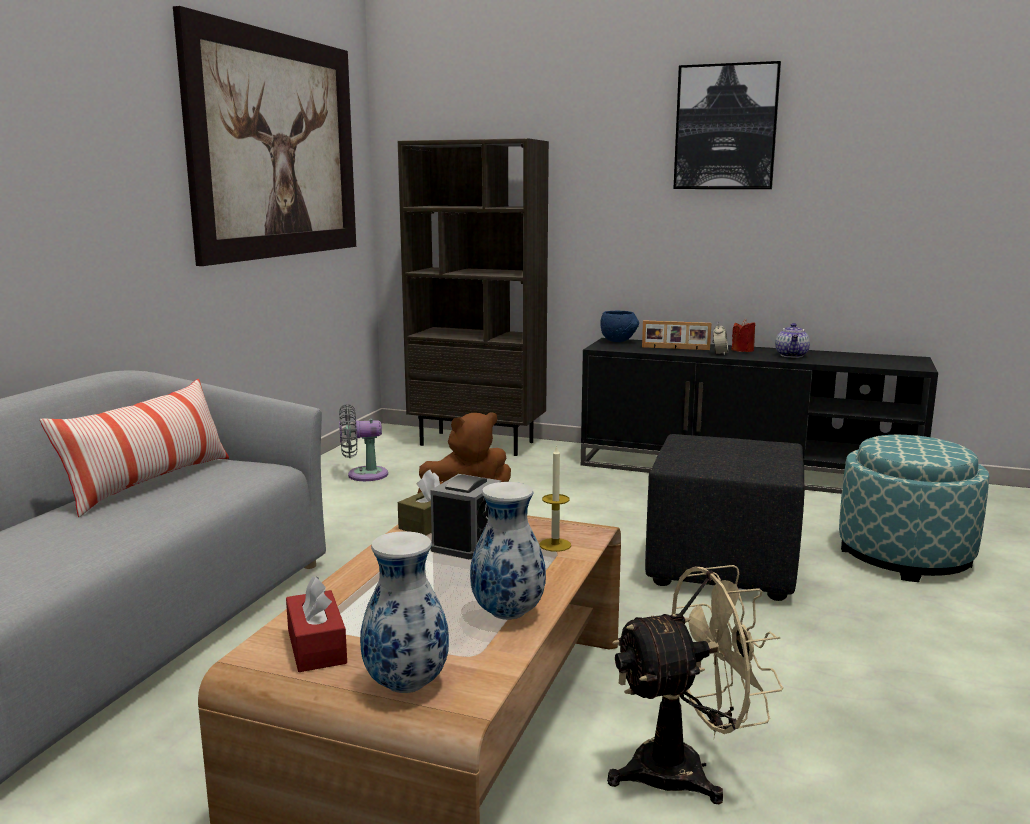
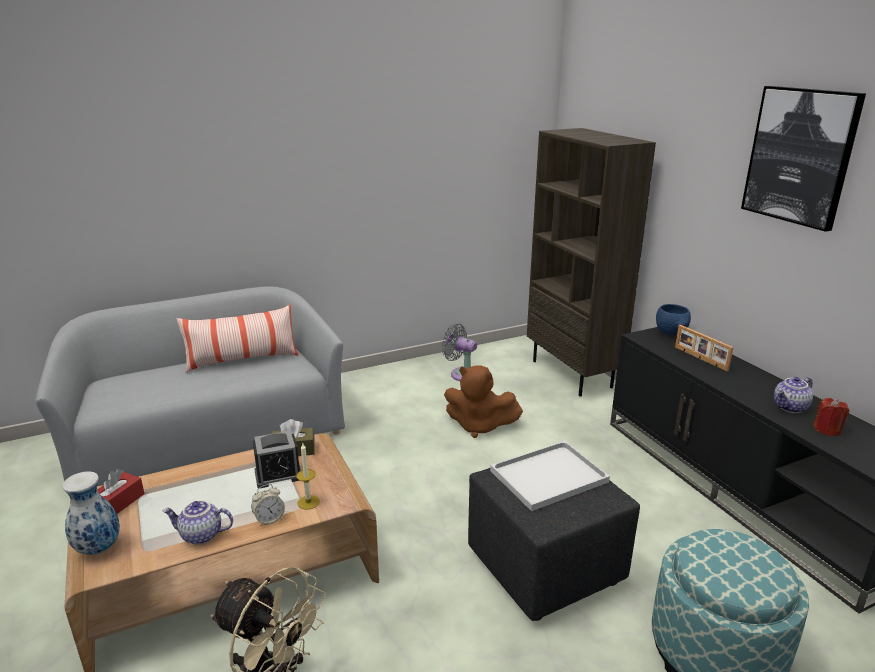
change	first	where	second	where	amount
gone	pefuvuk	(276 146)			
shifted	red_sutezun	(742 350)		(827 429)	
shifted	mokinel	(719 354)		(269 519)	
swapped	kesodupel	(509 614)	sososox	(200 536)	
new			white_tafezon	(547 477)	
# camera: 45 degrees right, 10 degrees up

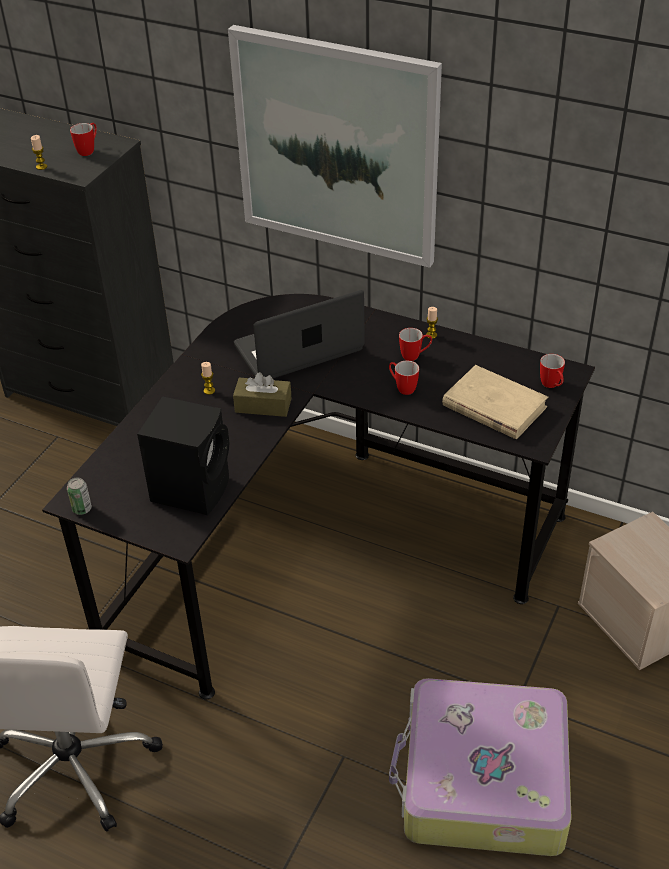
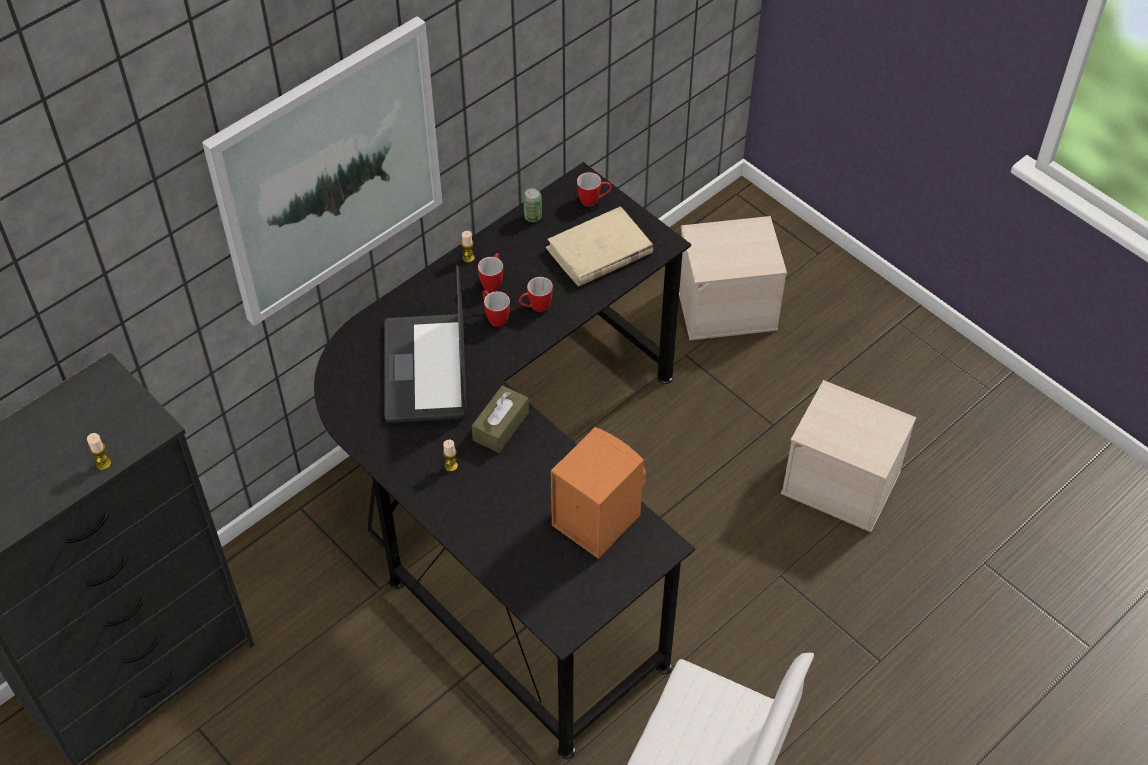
change	first	where	second	where	amount
shifted	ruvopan	(89 150)		(494 317)	
repainted	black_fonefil	(192 488)	orange_fonefil	(594 518)	
shifted	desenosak	(82 509)		(533 217)	
swapped	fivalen	(482 781)	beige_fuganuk	(842 482)	
# camera: 70 degrees left, 10 degrees up

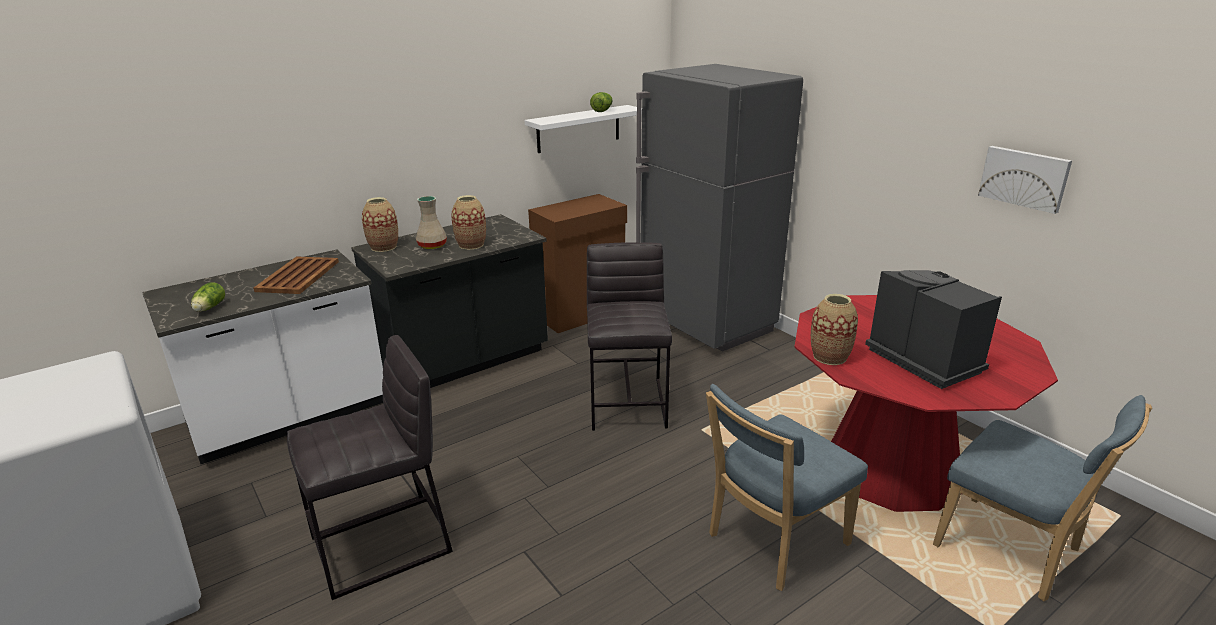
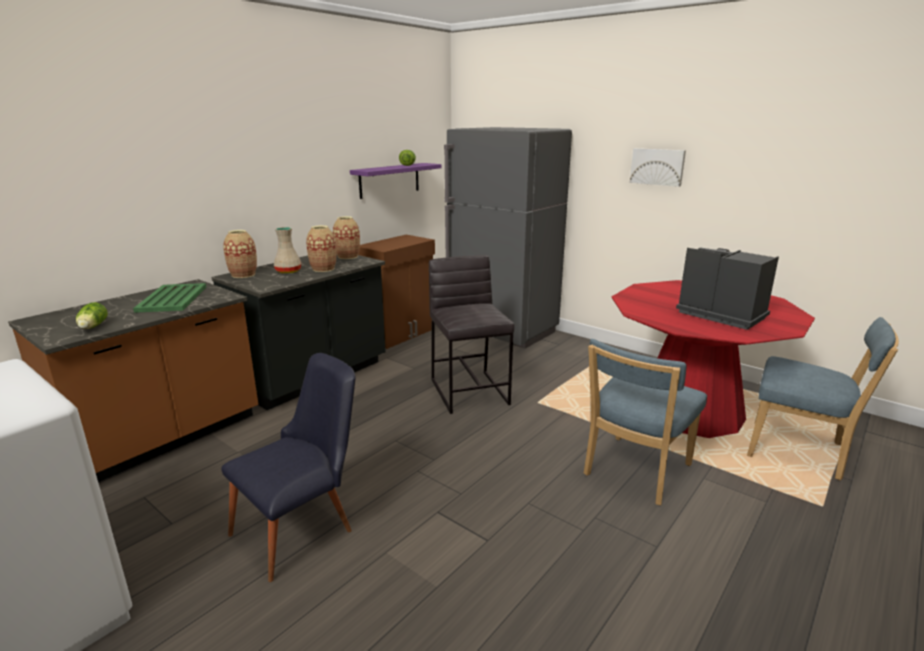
change	first	where	second	where	amount
repainted	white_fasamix	(578 129)	purple_fasamix	(389 180)	
shifted	pefuvuk	(1024 178)		(657 166)	
repainted	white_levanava	(290 418)	brown_levanava	(164 438)	
repainted	brown_tafezon	(299 276)	green_tafezon	(173 298)	
shifted	kesodupel	(830 357)		(348 256)	
swapped	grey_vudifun	(382 545)	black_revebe	(303 528)	
# camera: 15 degrees left, 5 degrees down

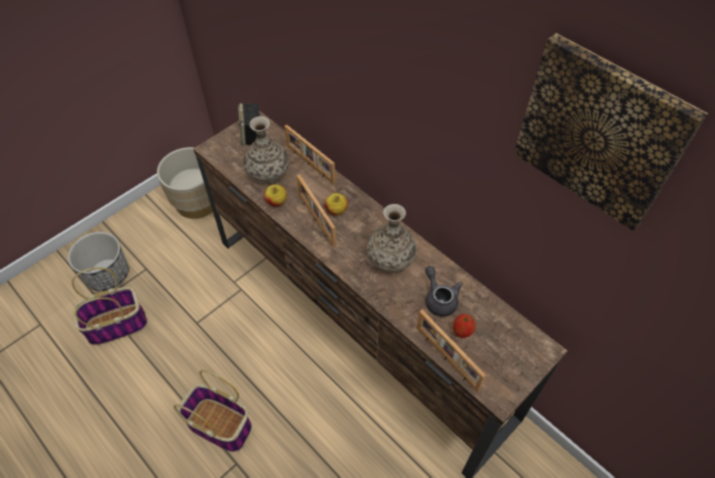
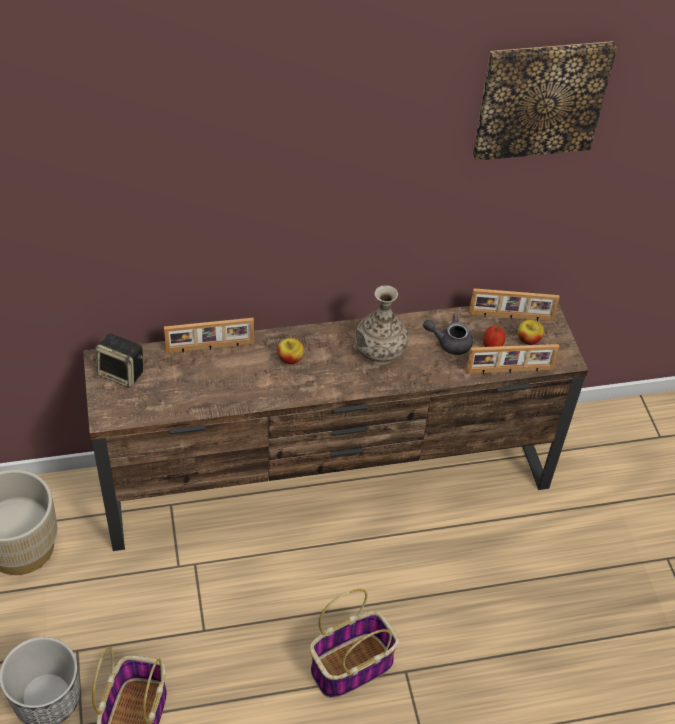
change	first	where	second	where	amount
gone	kesodupel	(268 172)			
shifted	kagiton	(315 220)		(510 317)	
shifted	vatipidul	(276 202)		(528 339)	
# camera: 60 degrees left, 5 degrees down

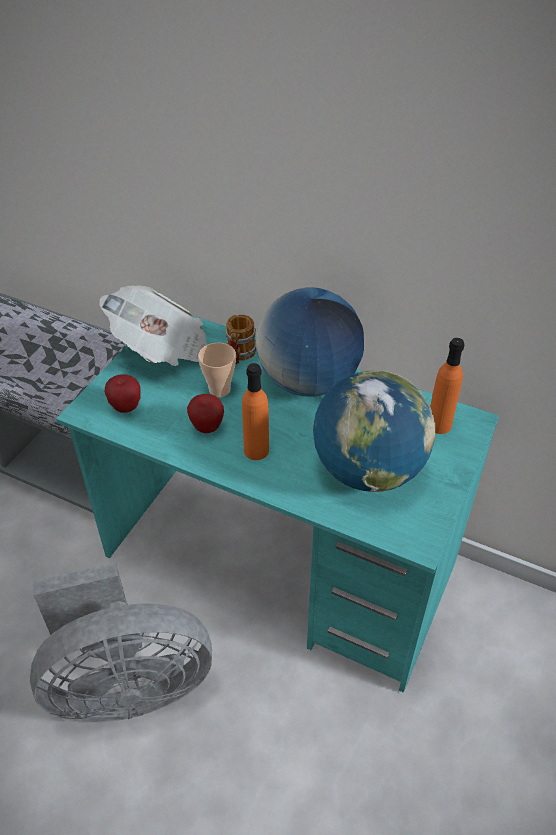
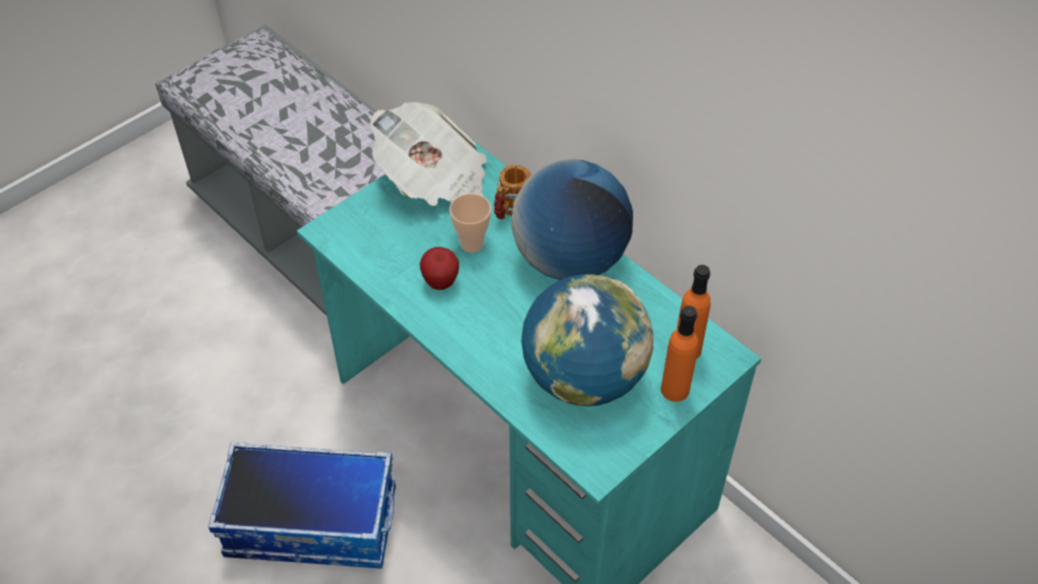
change	first	where	second	where	amount
shifted	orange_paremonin	(256 450)		(675 389)	
gone	vatipidul	(126 407)			
swapped	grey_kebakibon	(126 685)	fuganuk	(313 521)	
# camera: 20 degrees right, 5 degrees up

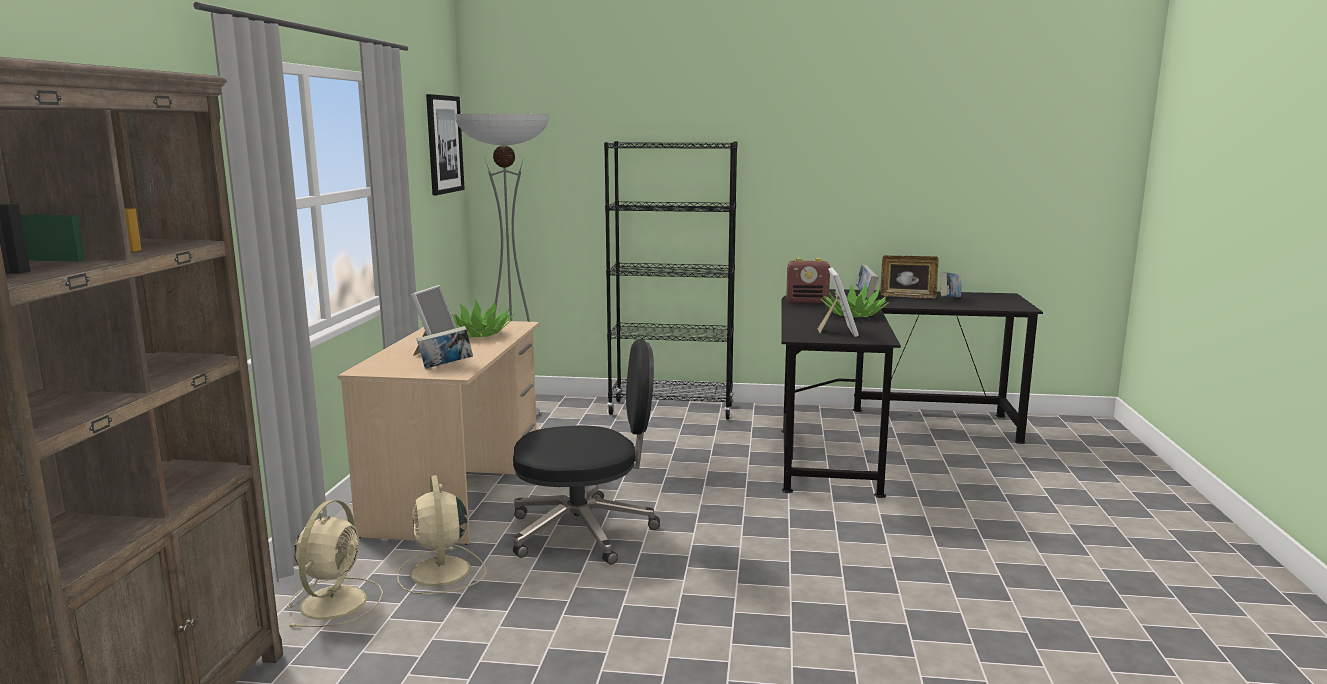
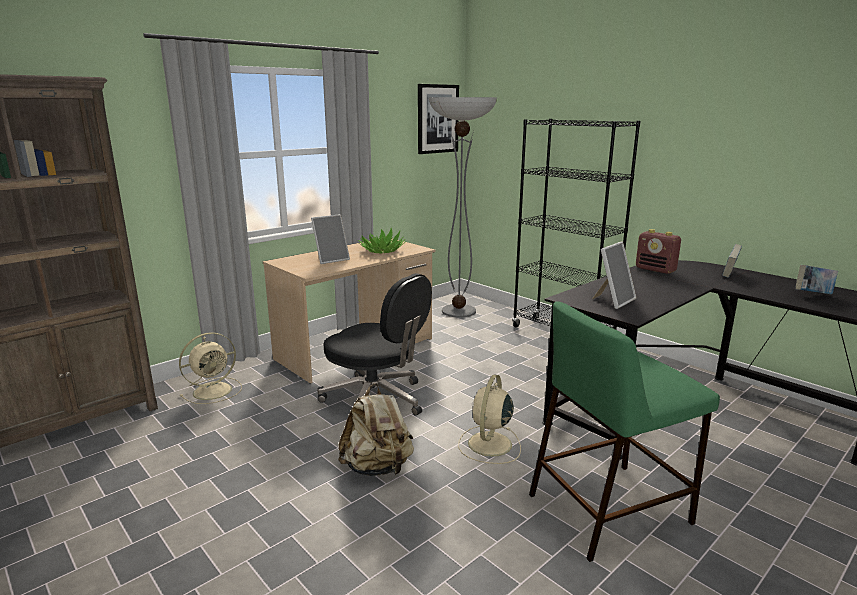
change	first	where	second	where	amount
gone	kagiton	(907 296)			
gone	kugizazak	(853 315)			
gone	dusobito	(446 366)			
shifted	beige_kebakibon	(441 573)		(489 445)	
new			green_vudifun	(610 507)	
new			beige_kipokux	(377 468)	
# camera: 40 degrees right, 5 degrees up

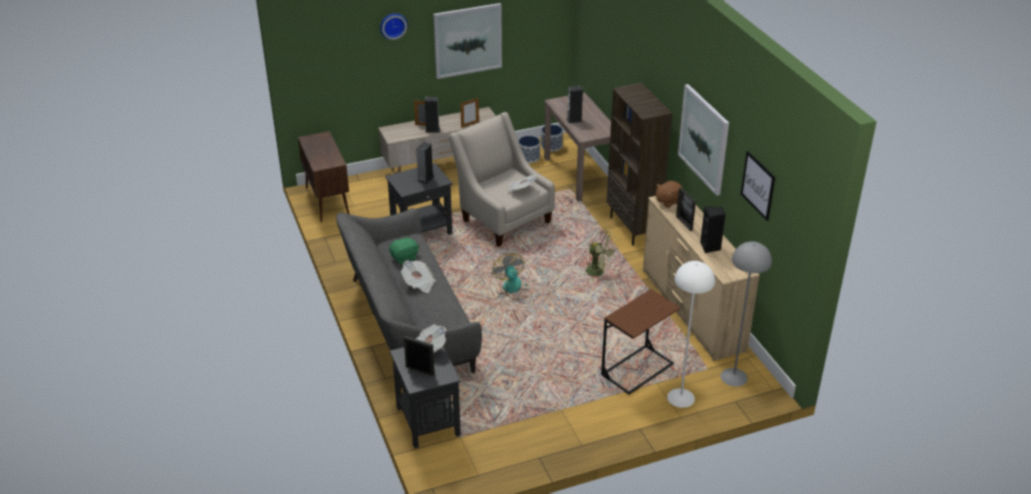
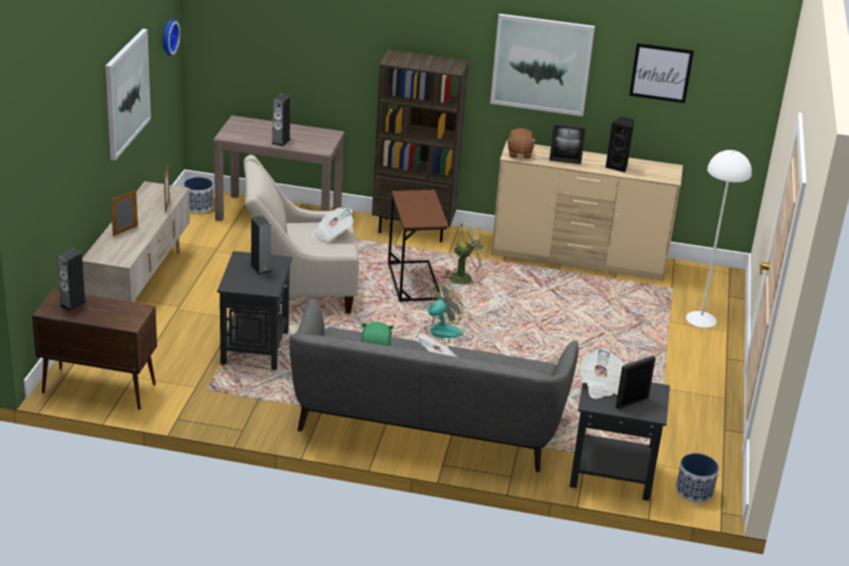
change	first	where	second	where	amount
shifted	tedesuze	(393 25)		(168 37)	
shifted	fonefil	(432 130)		(73 304)	
shifted	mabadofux	(529 158)		(694 491)	
gone	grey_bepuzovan	(734 377)			
rotated	kebakibon	(515 289)		(439 334)	135 degrees clockwise
shifted	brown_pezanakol	(637 369)		(414 281)	
# camera: 60 degrees left, 5 degrees down

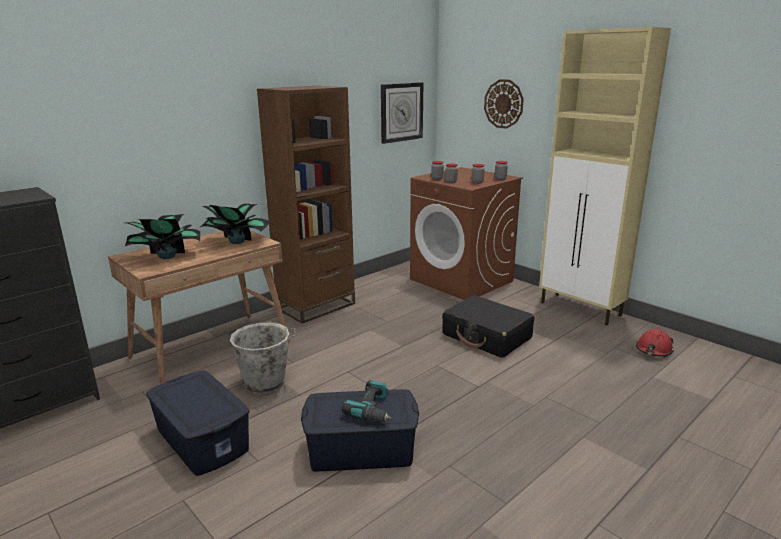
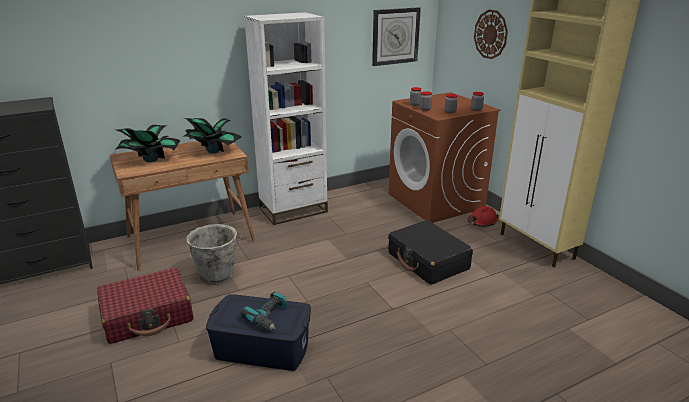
change	first	where	second	where	amount
repainted	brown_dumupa	(316 306)	white_dumupa	(293 210)	
shifted	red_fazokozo	(654 350)		(482 222)	
swapped	blue_fuganuk	(203 439)	red_fivalen	(148 315)	
# camera: 15 degrees right, 5 degrees up

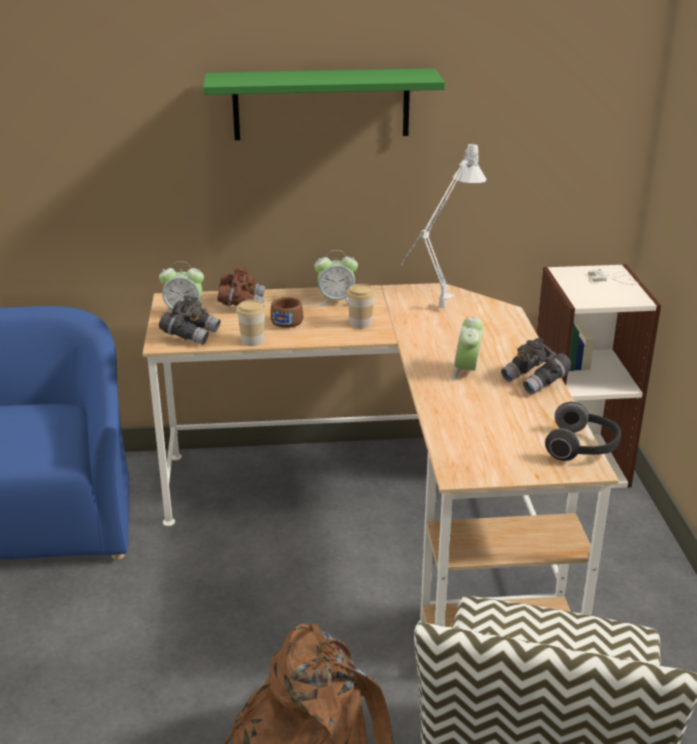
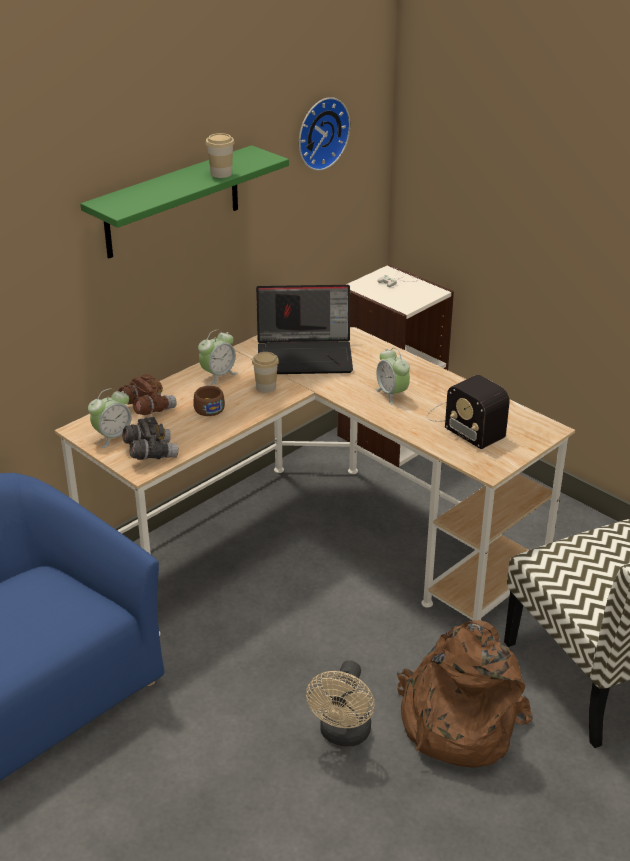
change	first	where	second	where	amount
swapped	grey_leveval	(437 312)	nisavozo	(306 355)	
shifted	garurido	(252 341)		(221 174)	
gone	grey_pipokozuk	(535 381)			
gone	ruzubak	(582 448)			
new			tedesuze	(320 132)	
new			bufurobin	(464 422)	
new			beige_kebakibon	(343 735)	
# camera: 40 degrees left, 5 degrees up

